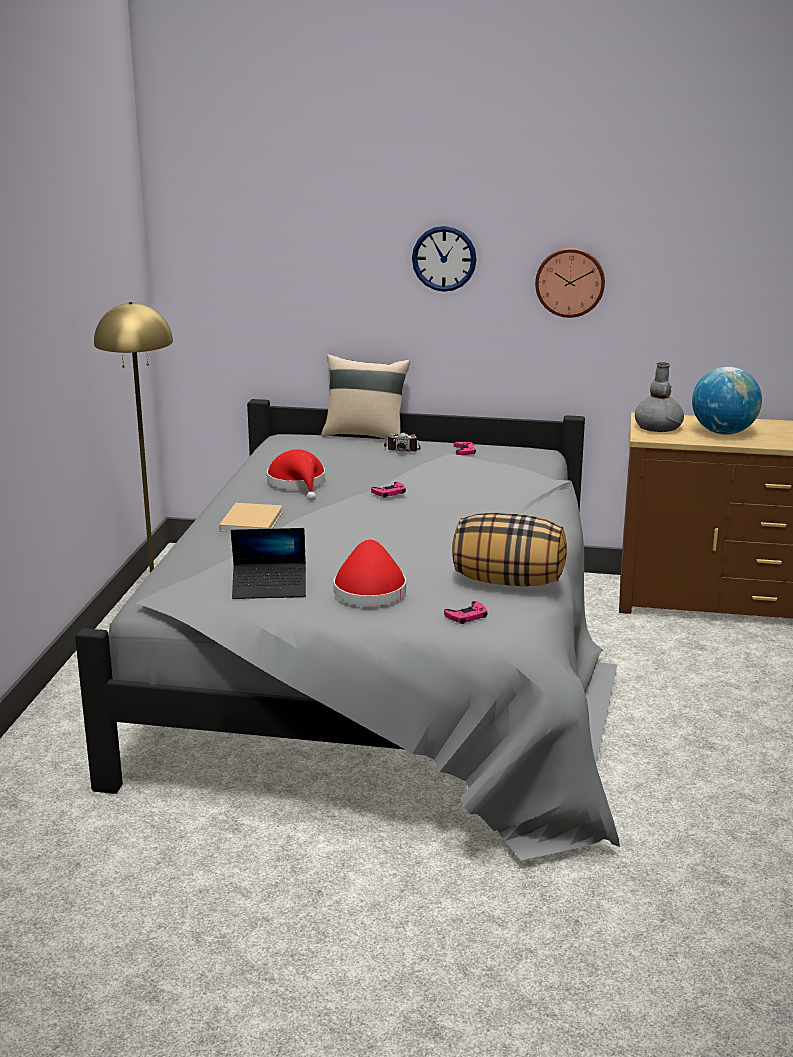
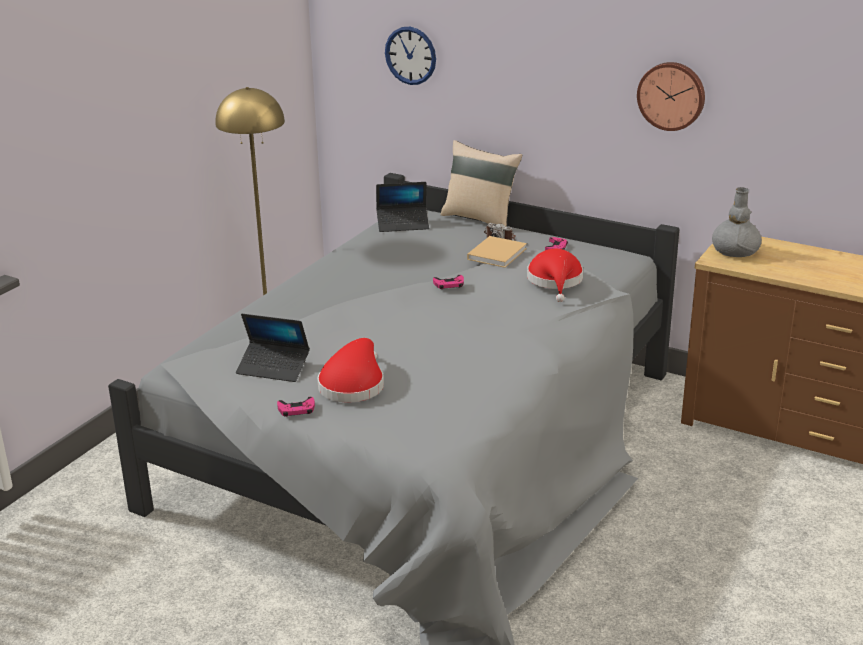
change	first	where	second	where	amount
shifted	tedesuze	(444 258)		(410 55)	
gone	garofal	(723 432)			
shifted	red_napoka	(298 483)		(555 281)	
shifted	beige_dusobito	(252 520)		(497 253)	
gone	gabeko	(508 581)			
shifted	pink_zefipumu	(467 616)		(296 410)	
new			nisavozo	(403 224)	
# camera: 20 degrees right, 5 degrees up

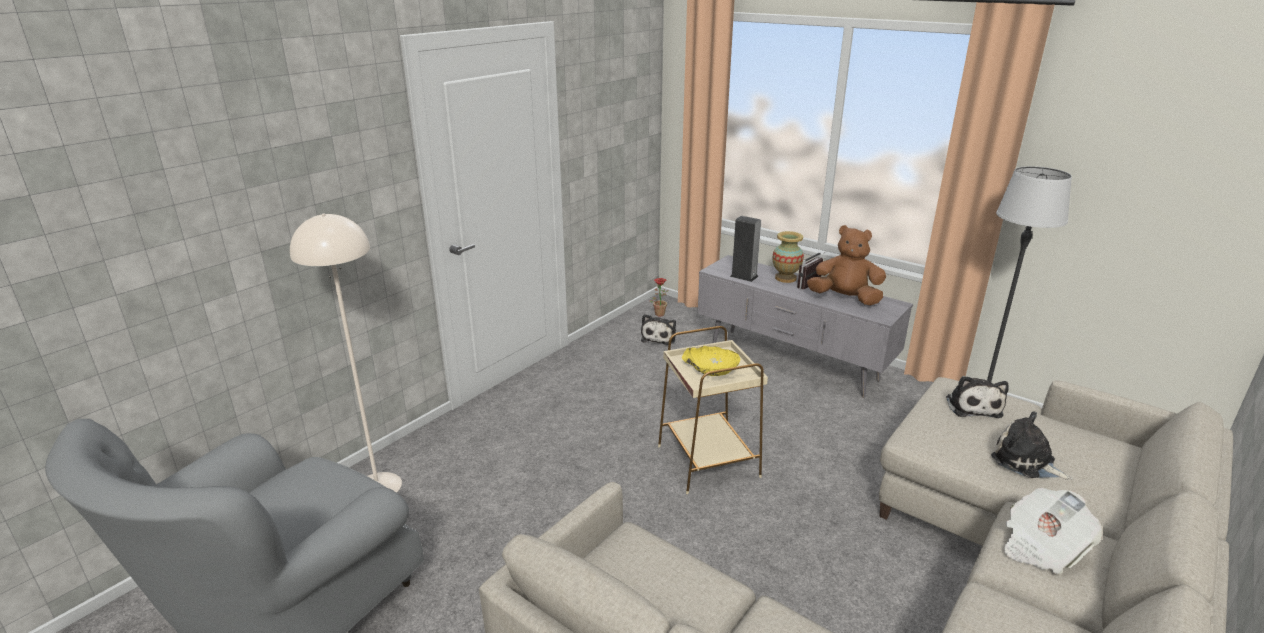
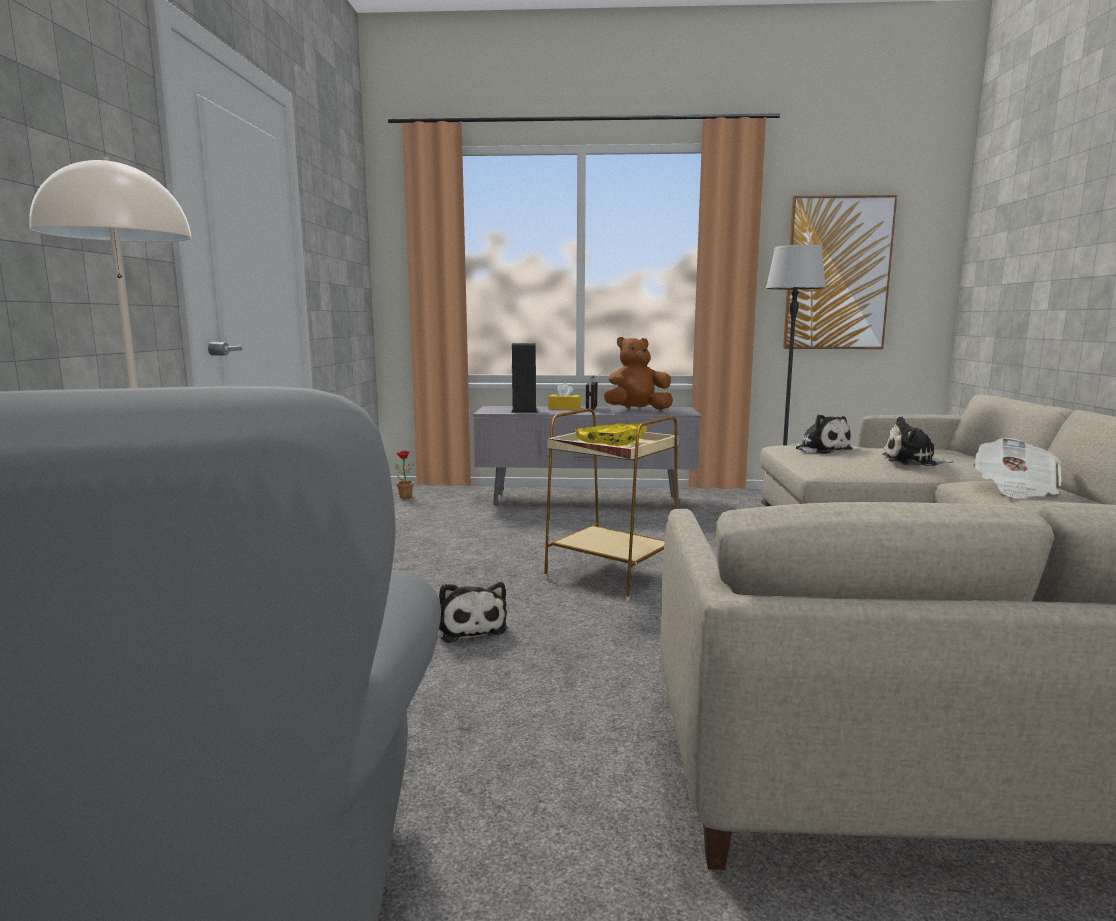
change	first	where	second	where	amount
swapped	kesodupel	(785 278)	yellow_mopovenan	(564 408)	
shifted	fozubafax	(659 337)		(469 627)	
new			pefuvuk	(837 274)	
# camera: 35 degrees left, 15 degrees down

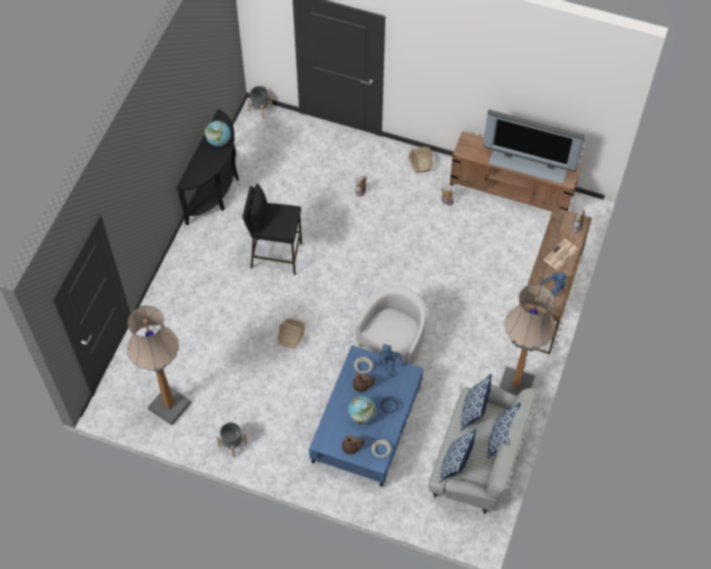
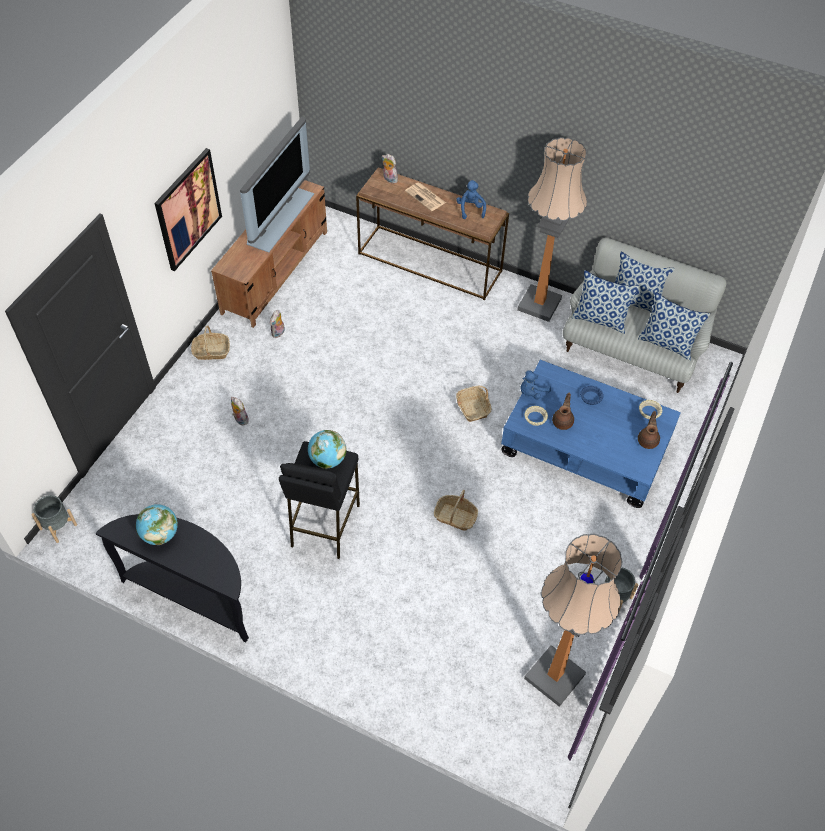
change	first	where	second	where	amount
swapped	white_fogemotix	(394 341)	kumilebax	(472 408)	
shifted	garofal	(361 416)		(327 460)	
new			pefuvuk	(188 209)	
# camera: 85 degrees left, 5 degrees down

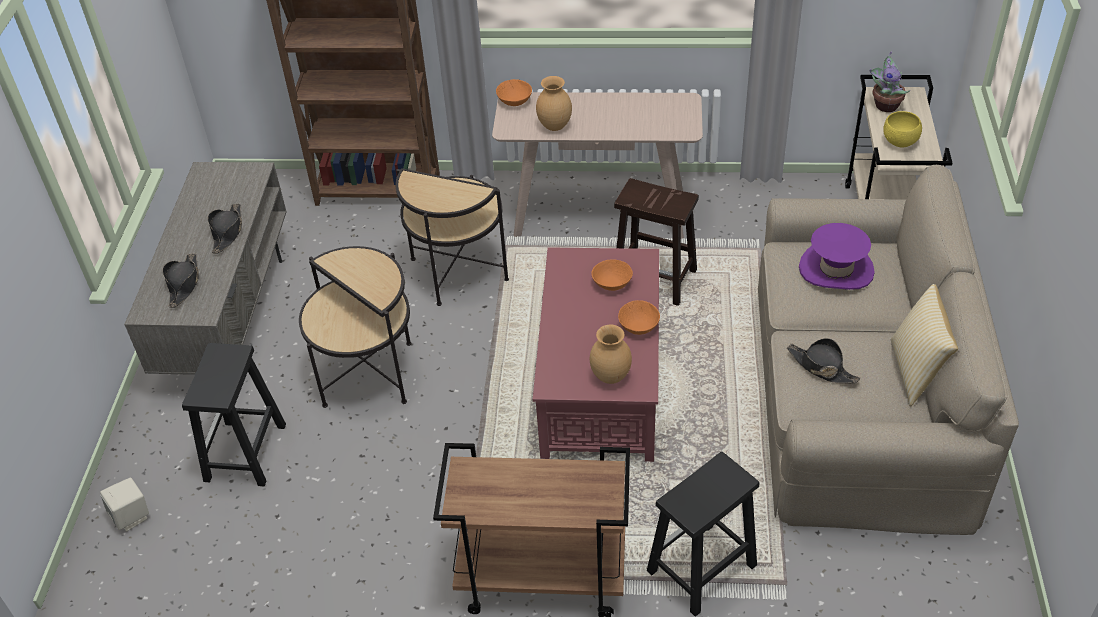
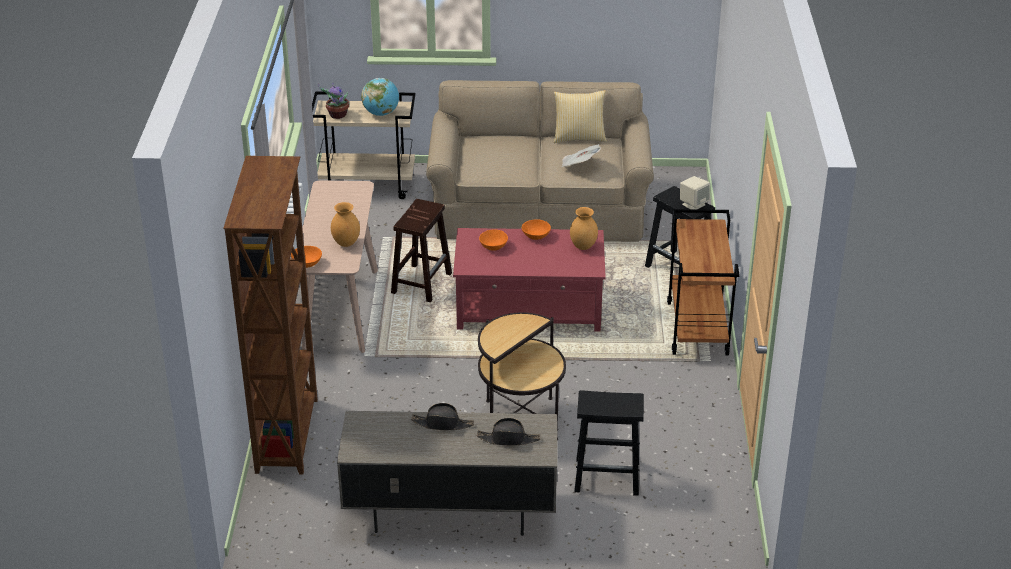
change	first	where	second	where	amount
swapped	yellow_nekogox	(900 143)	garofal	(381 113)	
gone	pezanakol	(459 269)			
gone	purple_napoka	(836 269)			
swapped	black_napoka	(821 367)	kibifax	(579 165)	
shifted	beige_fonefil	(132 516)		(693 204)	
# camera: 95 degrees left, 10 degrees down

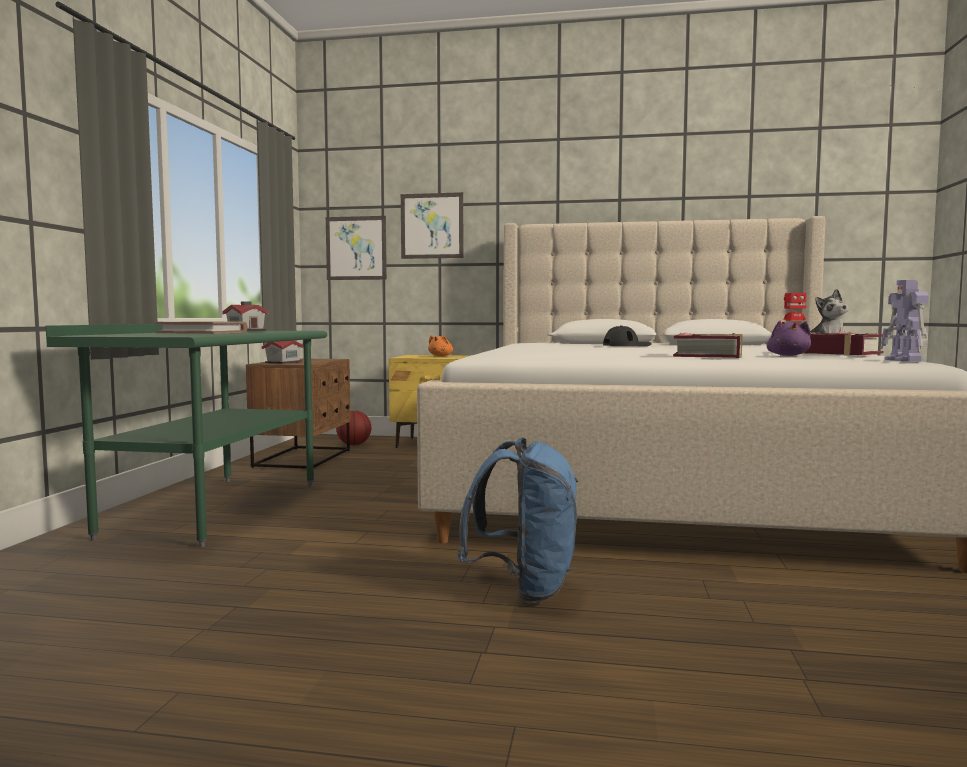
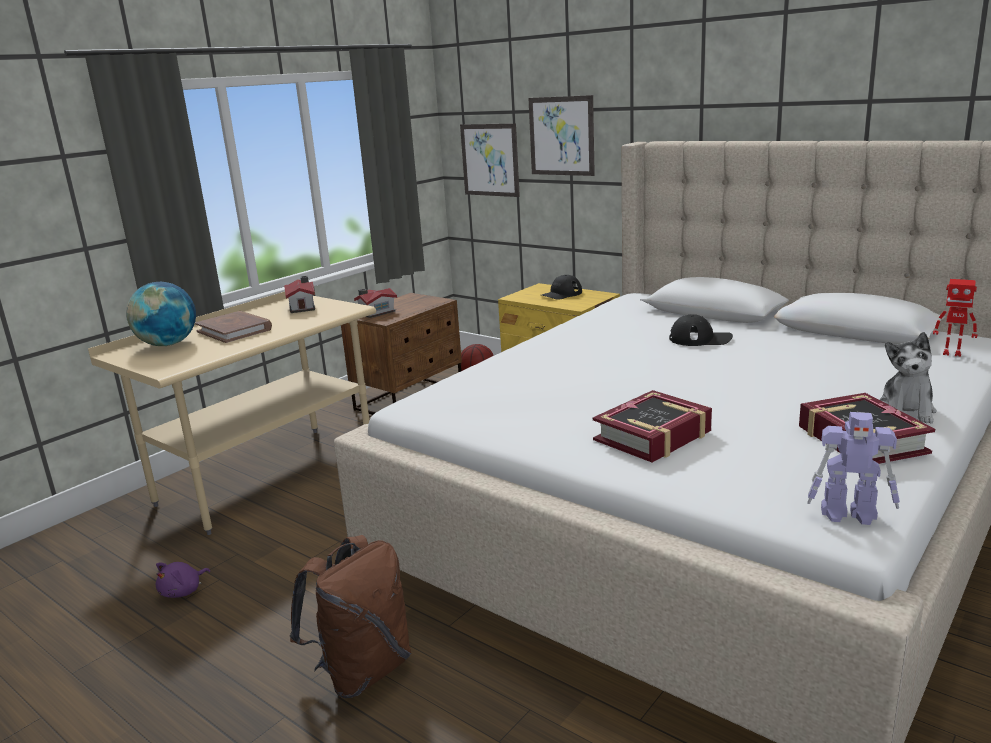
change	first	where	second	where	amount
rotated	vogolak	(904 360)		(850 514)	105 degrees counterclockwise
shifted	purple_fozubafax	(788 355)		(183 591)	
repainted	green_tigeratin	(216 508)	beige_tigeratin	(268 476)	
swapped	orange_fozubafax	(441 356)	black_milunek	(561 294)	
repainted	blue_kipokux	(524 589)	brown_kipokux	(362 670)	
new			garofal	(168 344)	
# camera: 30 degrees right, 15 degrees up

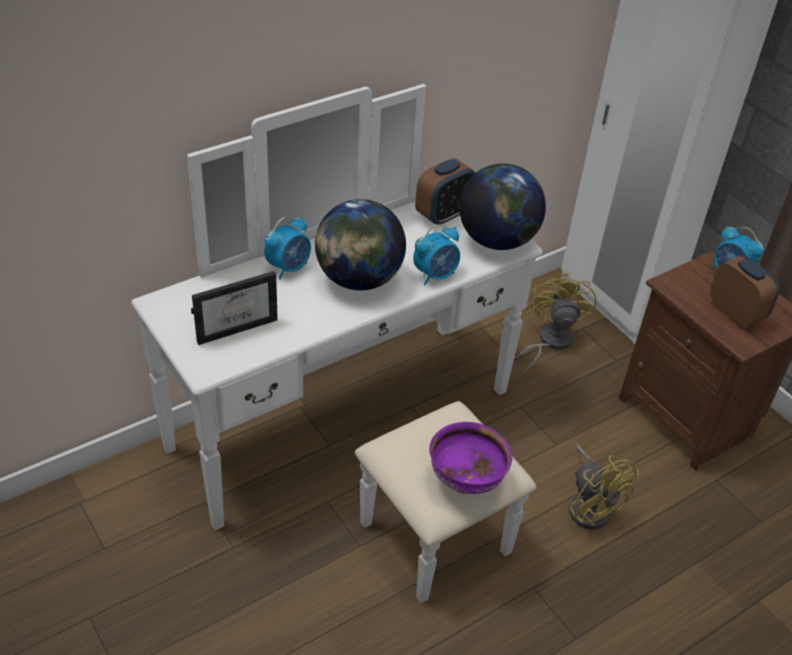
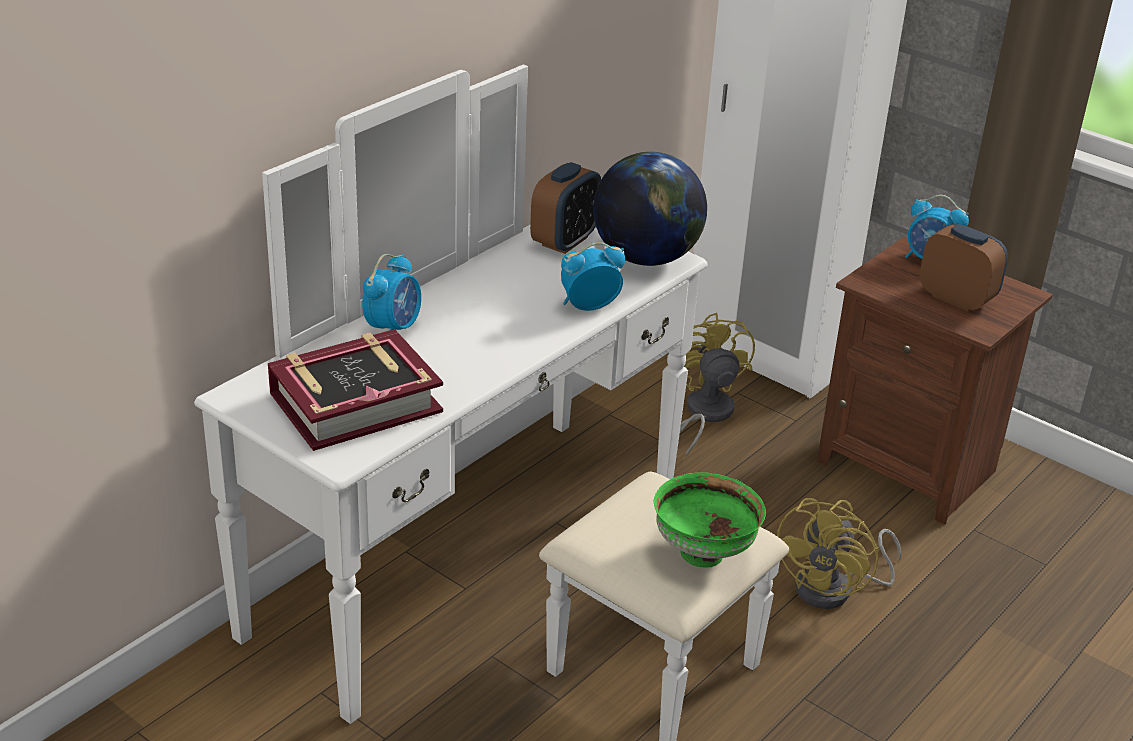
change	first	where	second	where	amount
gone	garofal	(358 279)			
rotated	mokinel	(435 275)		(588 306)	150 degrees counterclockwise
swapped	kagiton	(236 325)	dusobito	(355 402)	
repainted	purple_nekogox	(465 480)	green_nekogox	(703 552)	
rotated	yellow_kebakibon	(590 506)		(835 590)	75 degrees clockwise
# camera: 15 degrees left, 10 degrees down

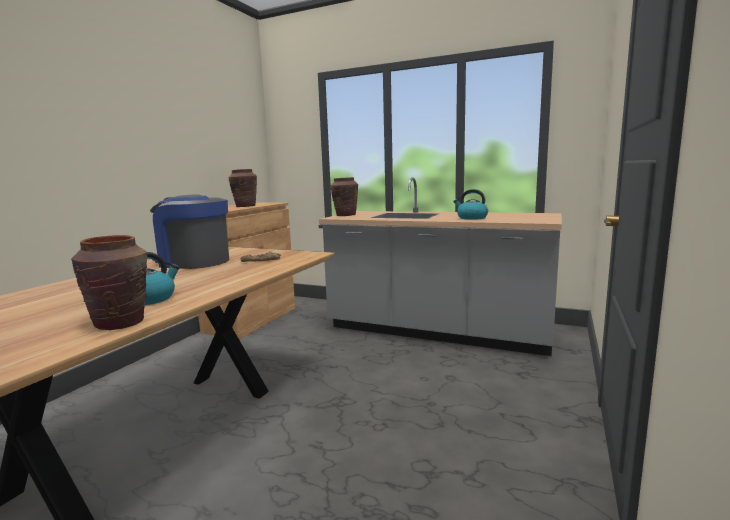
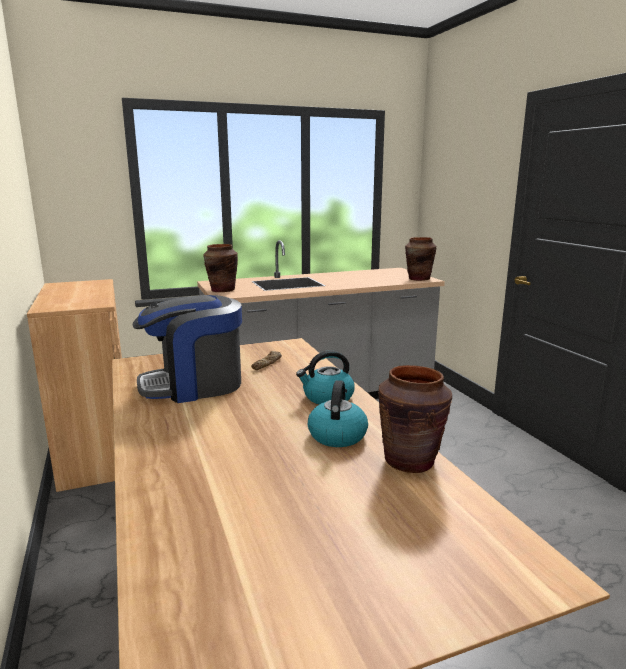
change	first	where	second	where	amount
shifted	brown_kesodupel	(245 206)		(418 279)	
shifted	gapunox	(471 218)		(327 397)	
# camera: 45 degrees left, 5 degrees up

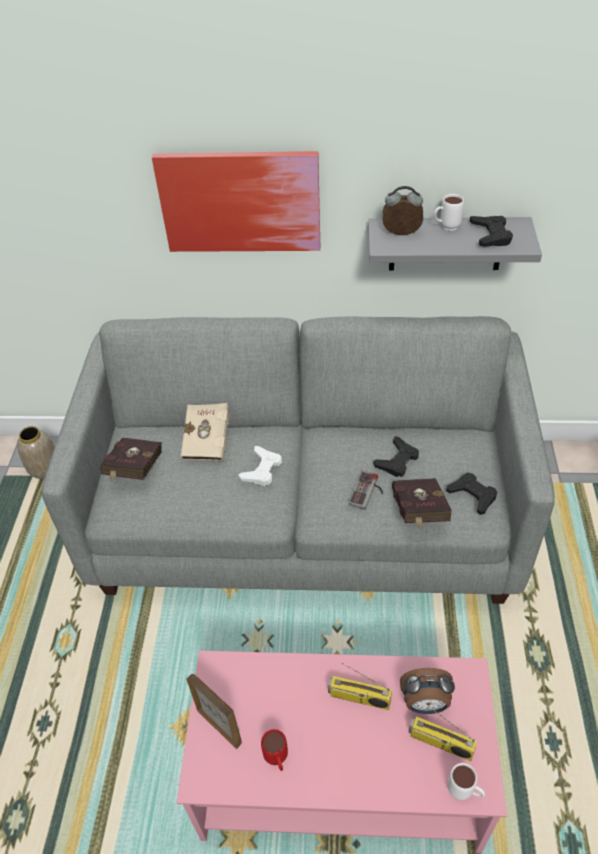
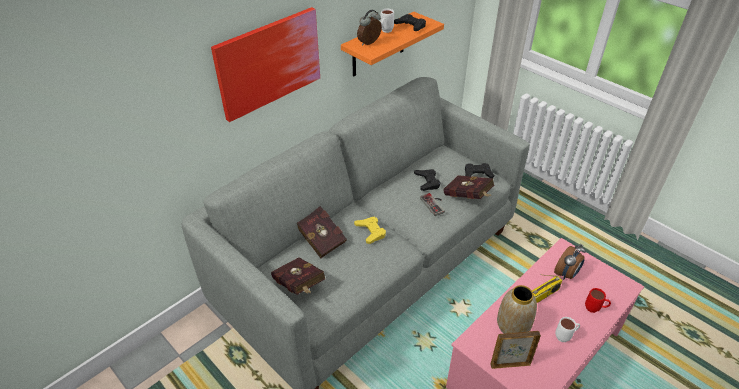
change	first	where	second	where	amount
repainted	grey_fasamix	(446 244)	orange_fasamix	(378 45)	
repainted	beige_dusobito	(209 440)	red_dusobito	(320 238)	
shifted	kesodupel	(44 468)		(512 327)	
repainted	white_zefipumu	(262 470)	yellow_zefipumu	(370 232)	
gone	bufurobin	(440 743)			
shifted	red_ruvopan	(277 760)		(595 309)	
shifted	white_ruvopan	(464 792)		(565 337)	
# camera: 50 degrees left, 5 degrees down

